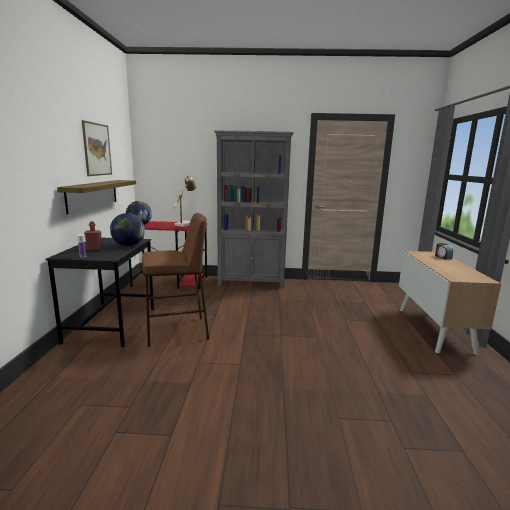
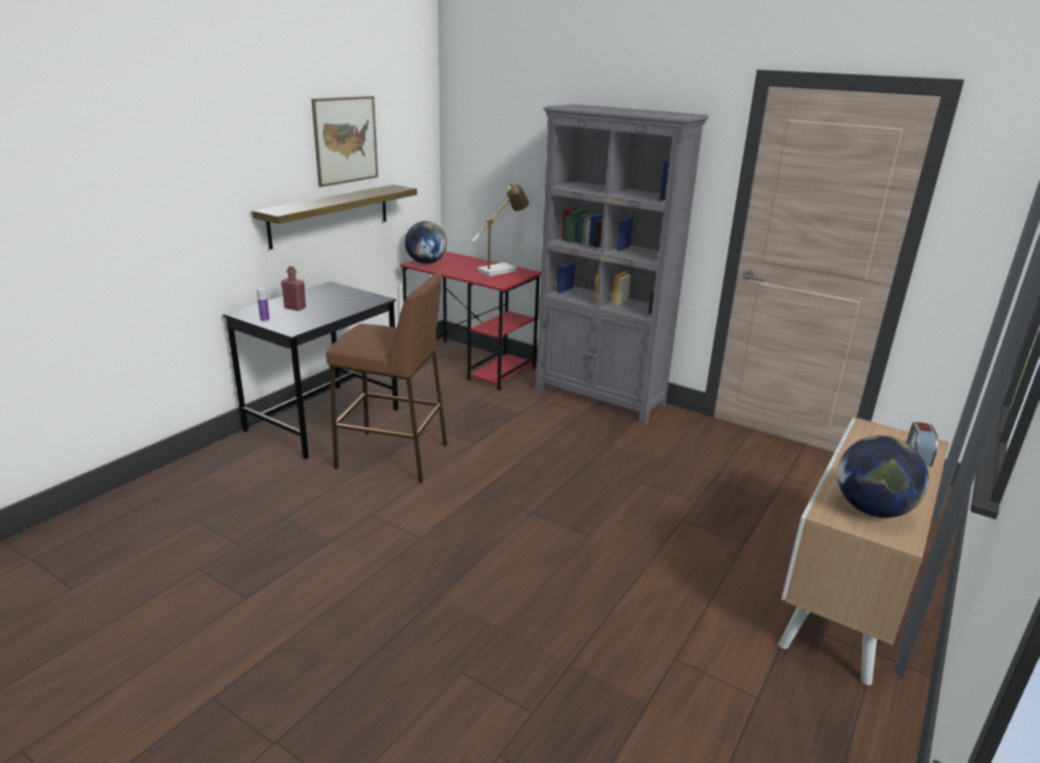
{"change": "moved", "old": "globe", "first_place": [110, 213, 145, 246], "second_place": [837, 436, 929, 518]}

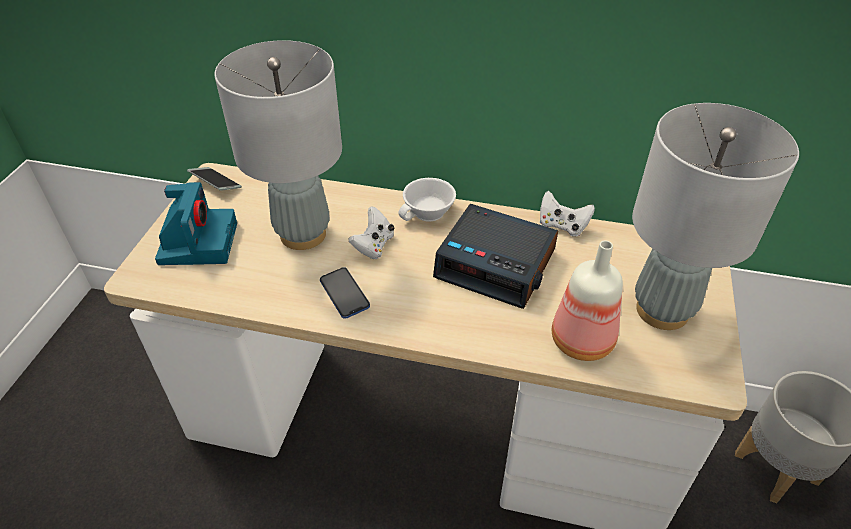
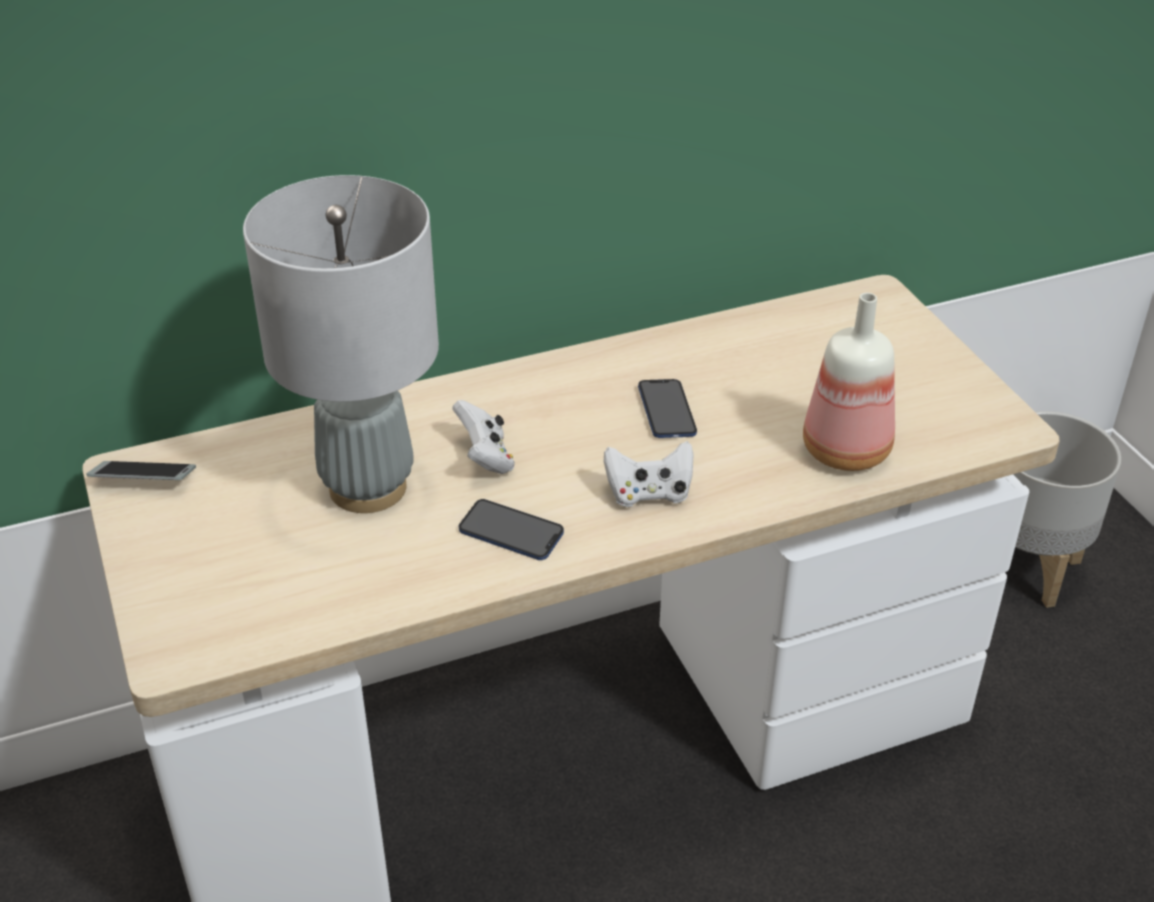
{"change": "moved", "old": "manette/blanc", "first_place": [540, 191, 595, 237], "second_place": [604, 441, 694, 507]}
{"change": "replaced", "old": "réveil", "new": "téléphone", "first_place": [433, 204, 558, 309], "second_place": [638, 379, 697, 438]}
{"change": "removed", "old": "appareil photo", "first_place": [155, 182, 237, 265]}
{"change": "removed", "old": "tasse/blanc", "first_place": [398, 178, 456, 221]}
{"change": "removed", "old": "lampe de table/gris", "first_place": [632, 103, 799, 330]}

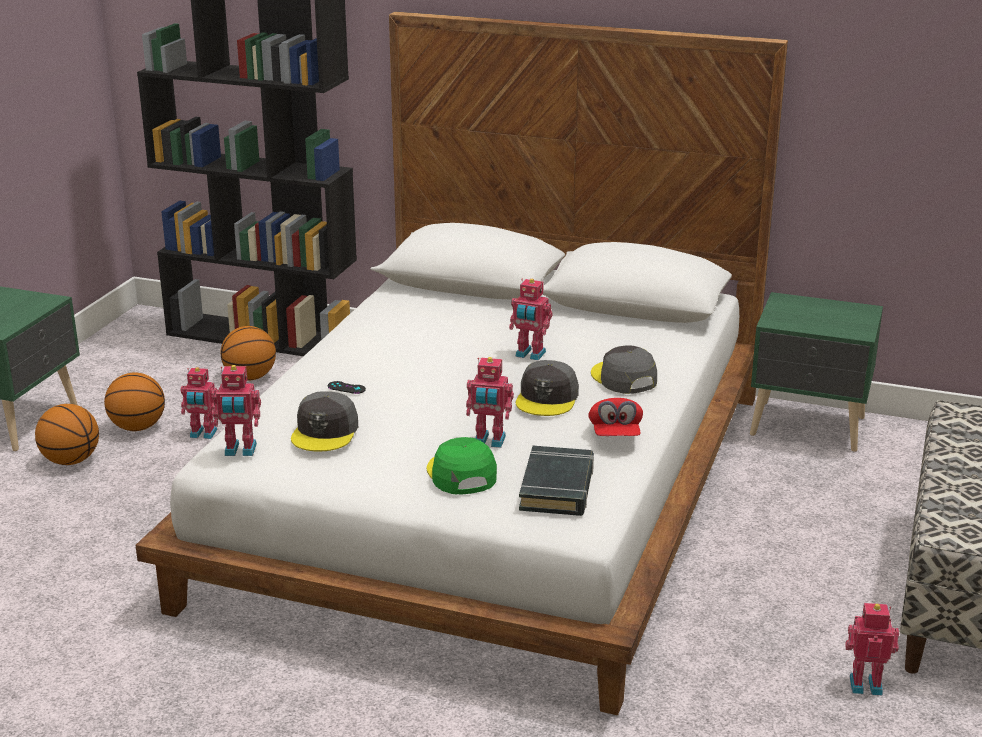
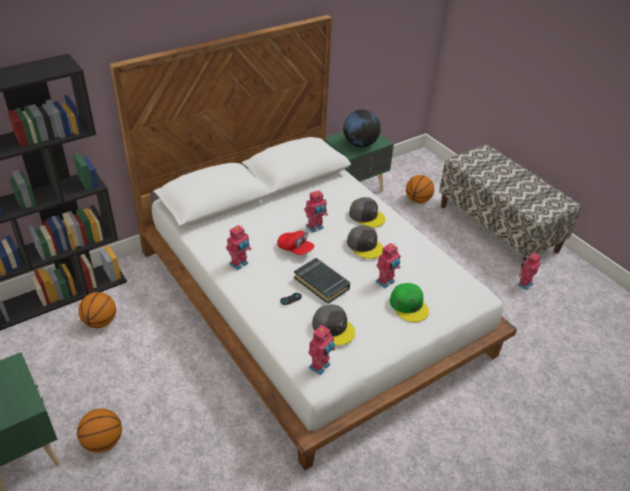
{"change": "moved", "old": "robot jouet", "first_place": [181, 367, 217, 439], "second_place": [226, 225, 251, 270]}
{"change": "moved", "old": "casquette/rouge", "first_place": [588, 398, 643, 436], "second_place": [277, 231, 314, 255]}
{"change": "moved", "old": "livre/noir", "first_place": [519, 446, 594, 516], "second_place": [294, 258, 350, 304]}
{"change": "added", "new": "globe", "second_place": [343, 109, 381, 147]}
{"change": "turned", "old": "casquette/gris", "first_place": [591, 346, 657, 394], "second_place": [349, 197, 386, 228], "degrees": -150}
{"change": "turned", "old": "casquette/vert", "first_place": [427, 437, 497, 494], "second_place": [390, 283, 429, 322], "degrees": -135}
{"change": "moved", "old": "ballon de basket", "first_place": [104, 373, 165, 431], "second_place": [406, 175, 434, 203]}

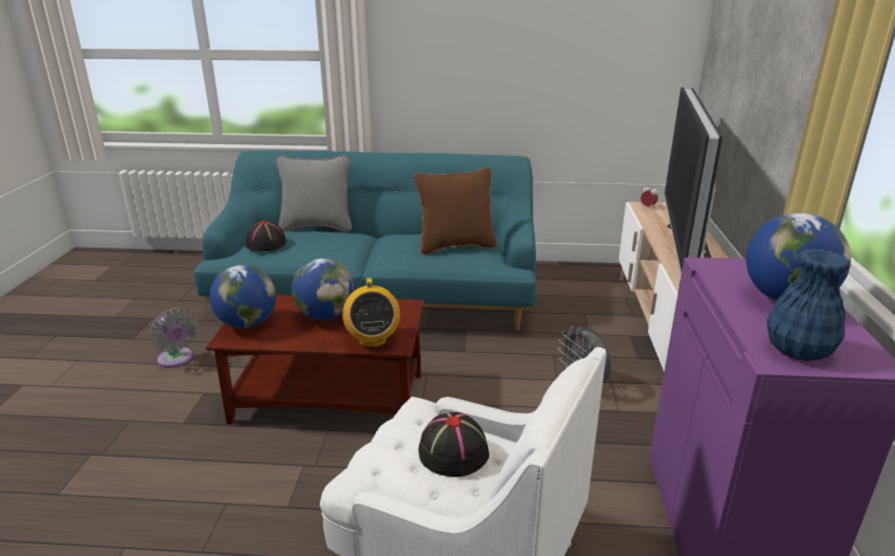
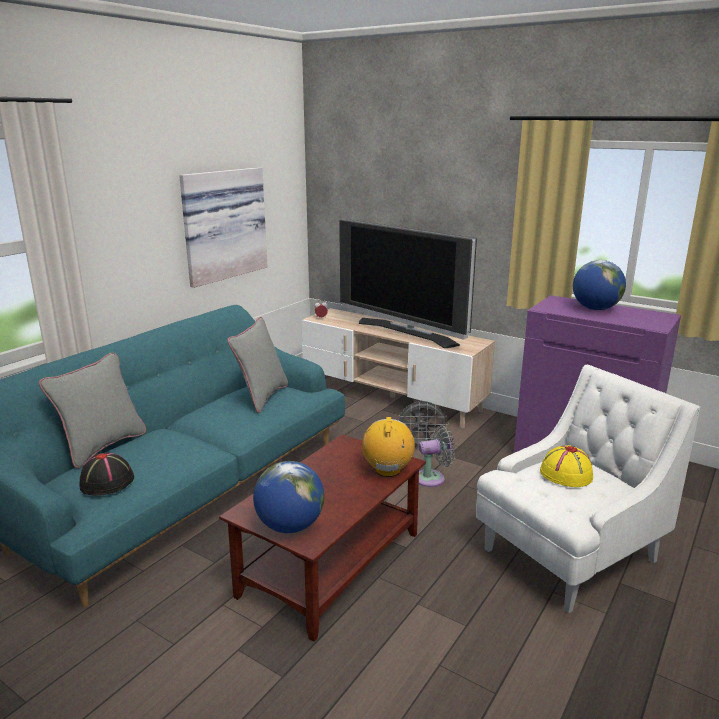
{"change": "added", "new": "tableau", "second_place": [179, 167, 267, 288]}
{"change": "recoloured", "old": "coussin/marron", "new": "coussin/gris", "first_place": [413, 168, 497, 255], "second_place": [227, 317, 288, 413]}
{"change": "turned", "old": "radio", "first_place": [342, 278, 400, 348], "second_place": [362, 417, 415, 477], "degrees": -105}
{"change": "moved", "old": "ventilateur/gris", "first_place": [150, 308, 198, 368], "second_place": [418, 425, 455, 487]}
{"change": "recoloured", "old": "chapeau/noir", "new": "chapeau/jaune", "first_place": [418, 412, 489, 477], "second_place": [540, 445, 593, 487]}
{"change": "removed", "old": "globe", "first_place": [291, 258, 355, 320]}
{"change": "removed", "old": "vase/bleu", "first_place": [767, 249, 850, 361]}

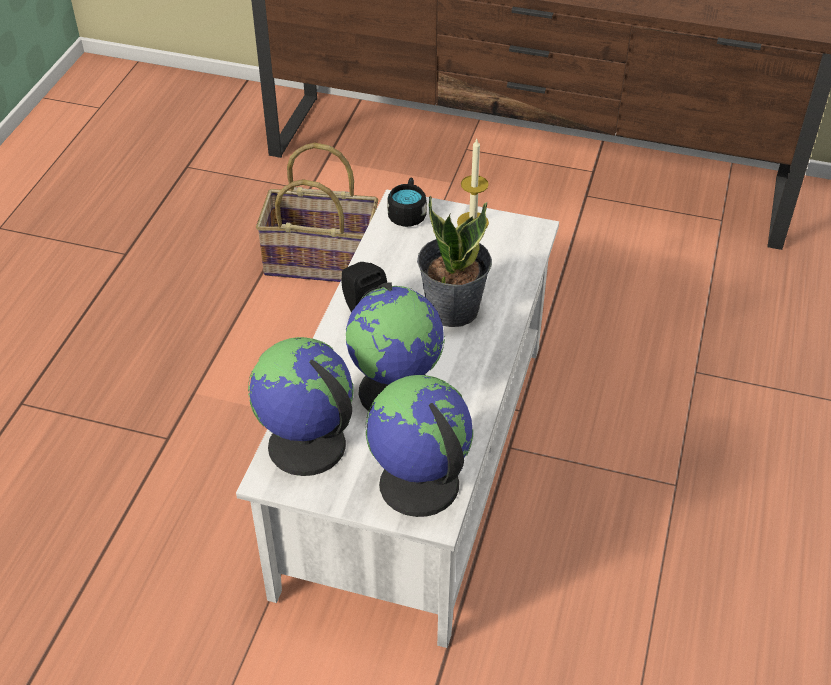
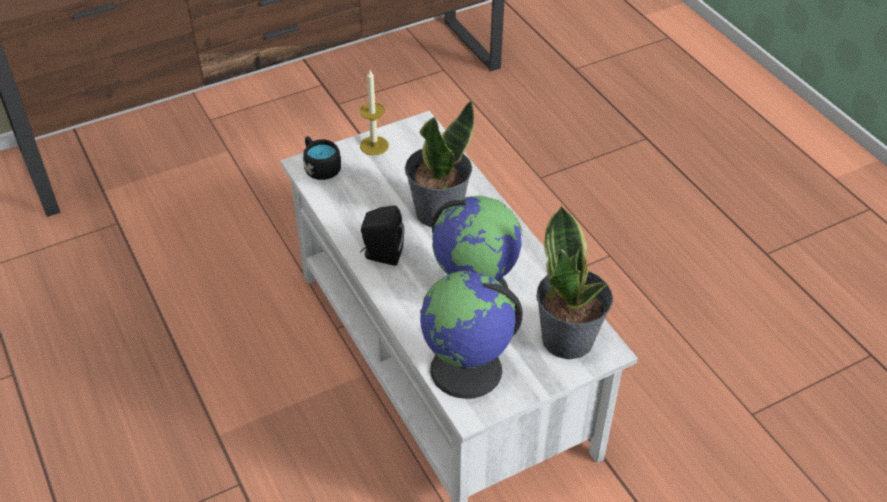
{"change": "replaced", "old": "globe", "new": "plante en pot", "first_place": [365, 375, 473, 517], "second_place": [536, 205, 613, 360]}
{"change": "removed", "old": "panier", "first_place": [256, 143, 378, 282]}

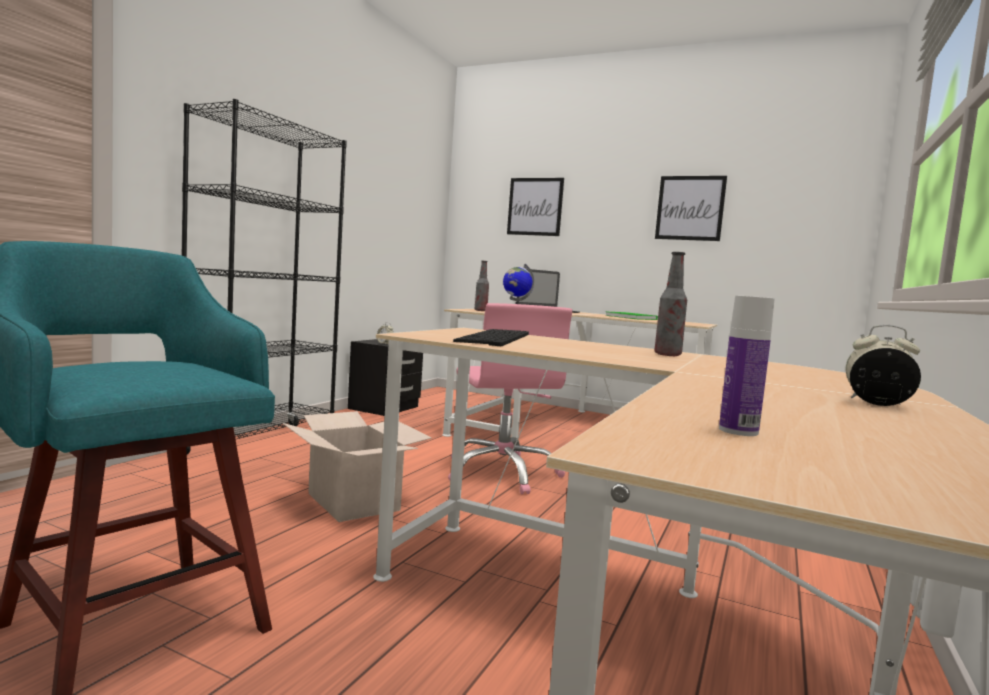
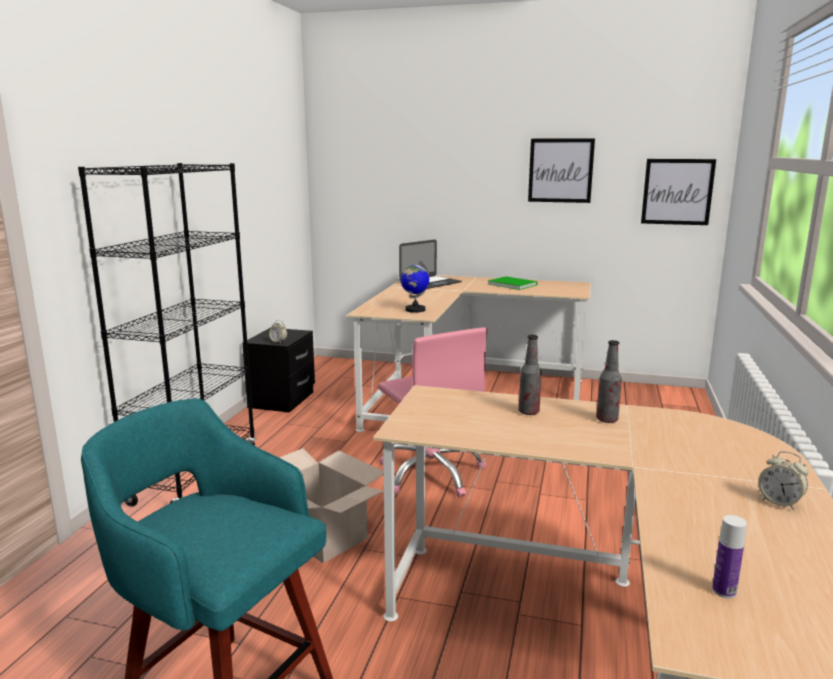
{"change": "moved", "old": "bouteille", "first_place": [475, 261, 489, 311], "second_place": [519, 335, 542, 415]}
{"change": "moved", "old": "tableau", "first_place": [507, 178, 564, 236], "second_place": [641, 159, 716, 225]}
{"change": "turned", "old": "réveil", "first_place": [845, 325, 921, 406], "second_place": [758, 451, 809, 510], "degrees": -150}
{"change": "removed", "old": "clavier", "first_place": [453, 329, 529, 346]}

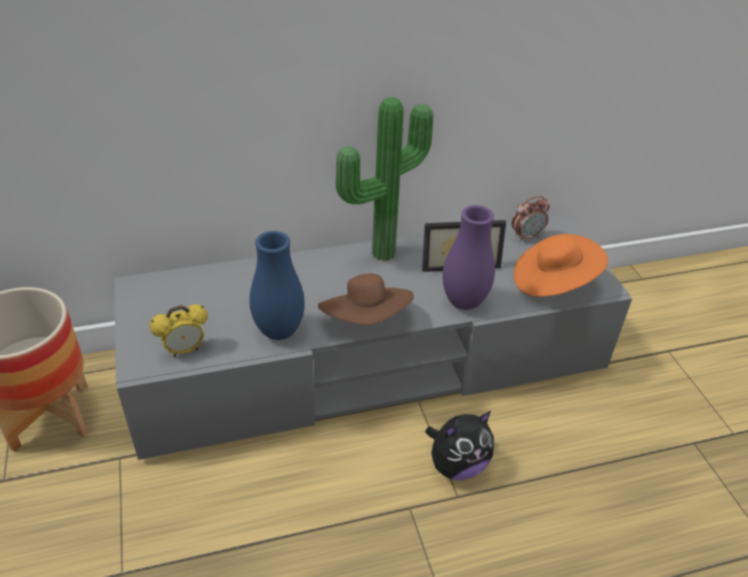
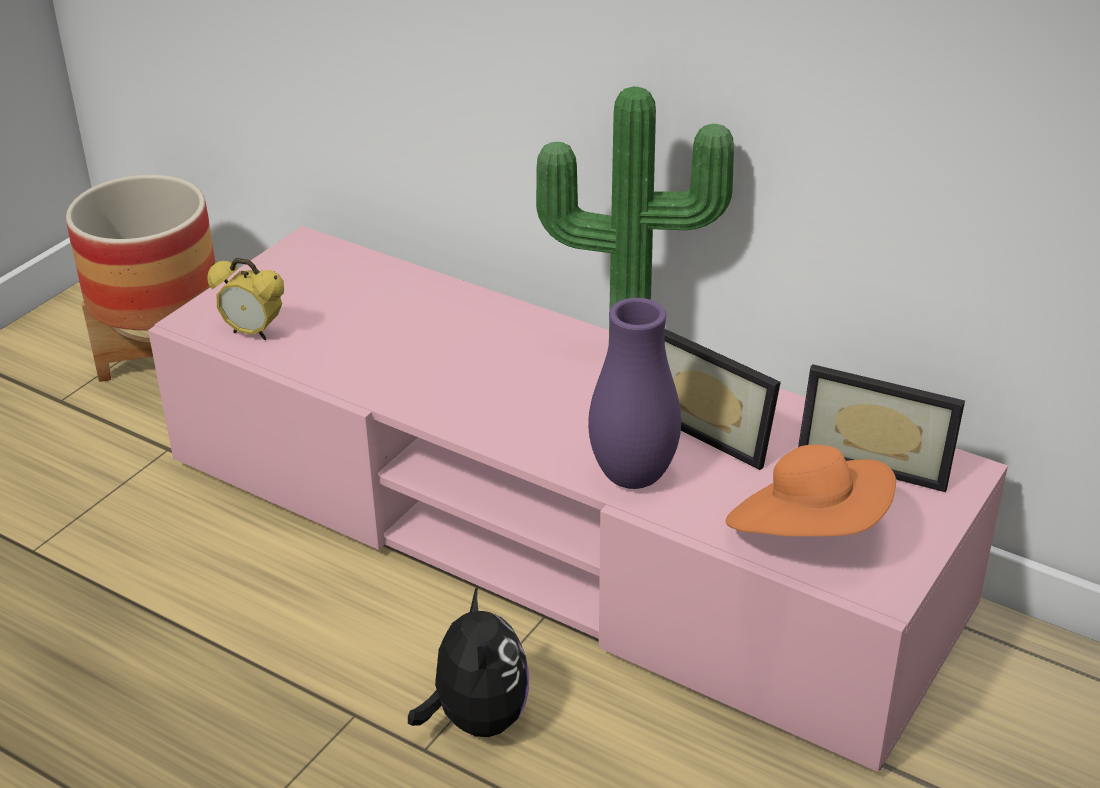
{"change": "recoloured", "old": "meuble télé/gris", "new": "meuble télé/rose", "first_place": [114, 214, 632, 460], "second_place": [148, 226, 1008, 772]}
{"change": "turned", "old": "peluche", "first_place": [425, 411, 494, 480], "second_place": [408, 585, 529, 737], "degrees": -120}
{"change": "replaced", "old": "réveil", "new": "cadre photo", "first_place": [512, 196, 550, 242], "second_place": [798, 364, 965, 492]}
{"change": "removed", "old": "vase/bleu", "first_place": [250, 231, 305, 340]}
{"change": "removed", "old": "chapeau/marron", "first_place": [318, 273, 414, 325]}

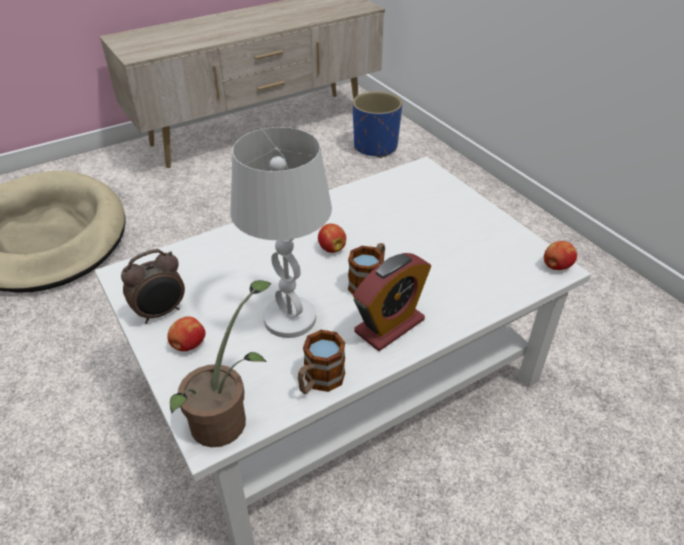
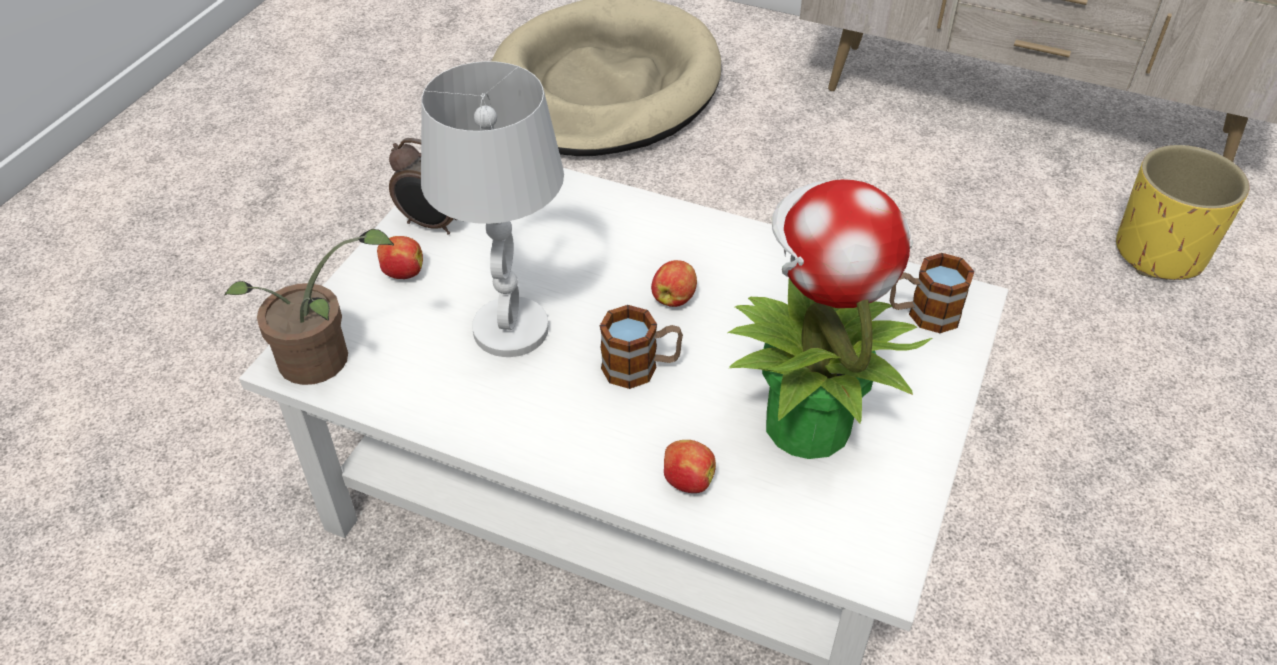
{"change": "moved", "old": "pomme", "first_place": [544, 241, 577, 270], "second_place": [664, 440, 716, 493]}
{"change": "added", "new": "plante en pot", "second_place": [727, 179, 932, 459]}
{"change": "moved", "old": "mug", "first_place": [298, 330, 345, 394], "second_place": [890, 253, 975, 333]}
{"change": "recoloured", "old": "cache-pot/bleu", "new": "cache-pot/jaune", "first_place": [353, 91, 402, 158], "second_place": [1116, 145, 1250, 280]}
{"change": "removed", "old": "réveil", "first_place": [353, 253, 431, 351]}

